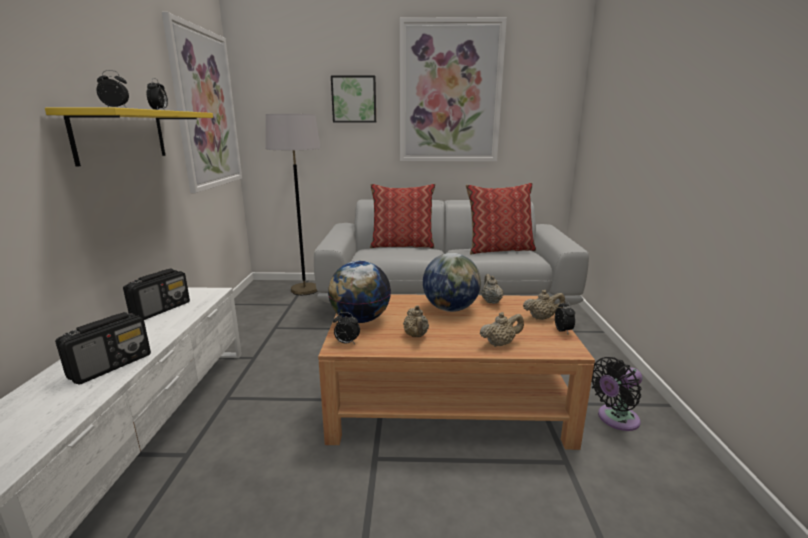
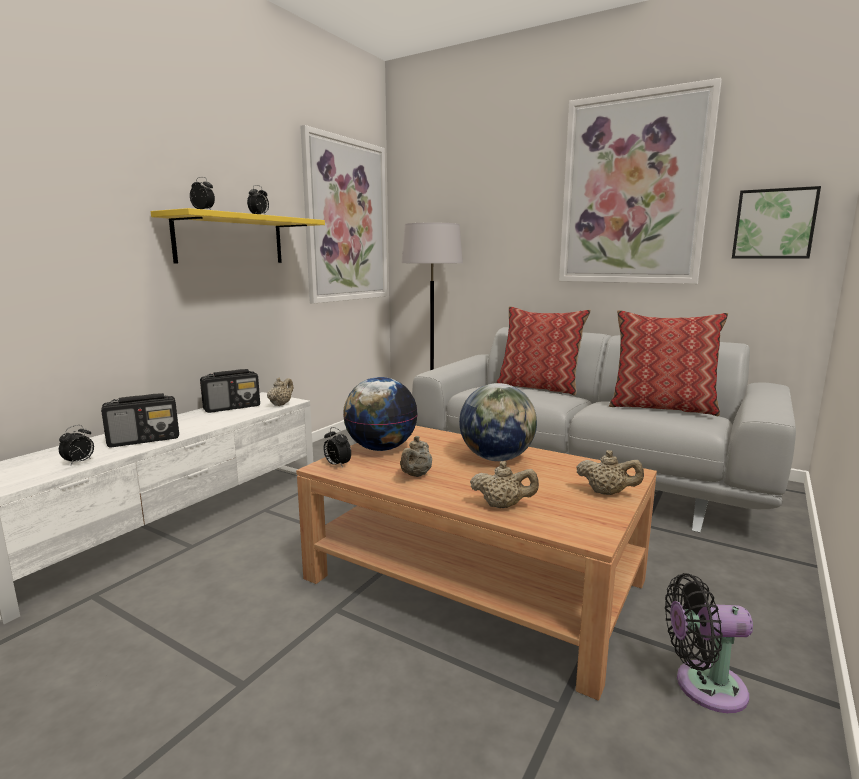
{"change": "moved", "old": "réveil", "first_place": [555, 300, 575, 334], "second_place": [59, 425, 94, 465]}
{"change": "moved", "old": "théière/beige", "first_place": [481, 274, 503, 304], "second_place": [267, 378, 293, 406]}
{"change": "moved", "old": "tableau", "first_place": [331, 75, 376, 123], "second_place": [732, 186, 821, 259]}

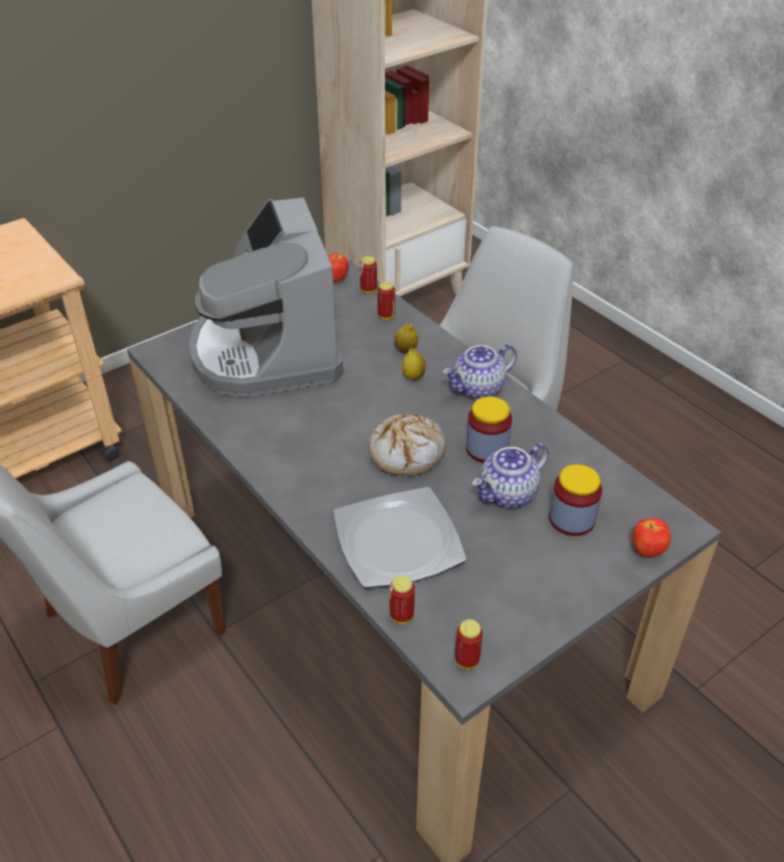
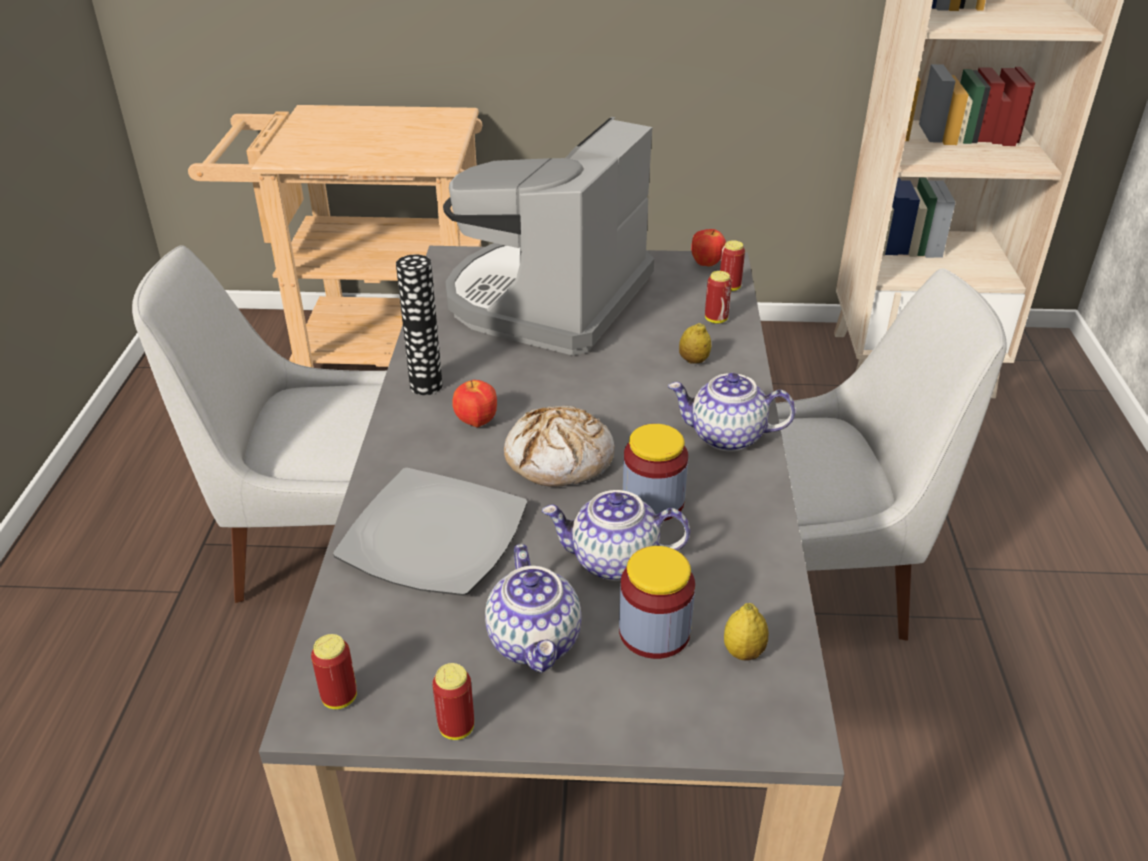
{"change": "added", "new": "vase", "second_place": [396, 254, 442, 395]}
{"change": "moved", "old": "boîte métallique", "first_place": [390, 575, 415, 624], "second_place": [432, 663, 474, 740]}
{"change": "moved", "old": "pomme", "first_place": [632, 518, 671, 557], "second_place": [452, 380, 497, 428]}
{"change": "added", "new": "théière", "second_place": [485, 544, 581, 673]}
{"change": "moved", "old": "citron", "first_place": [402, 348, 426, 380], "second_place": [724, 603, 769, 660]}

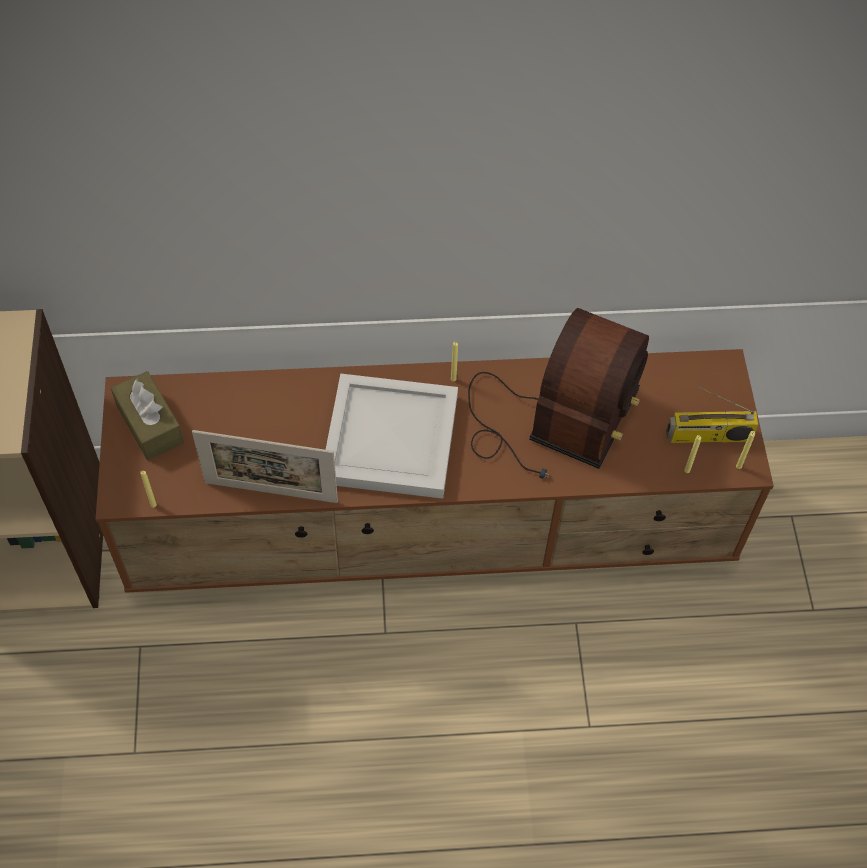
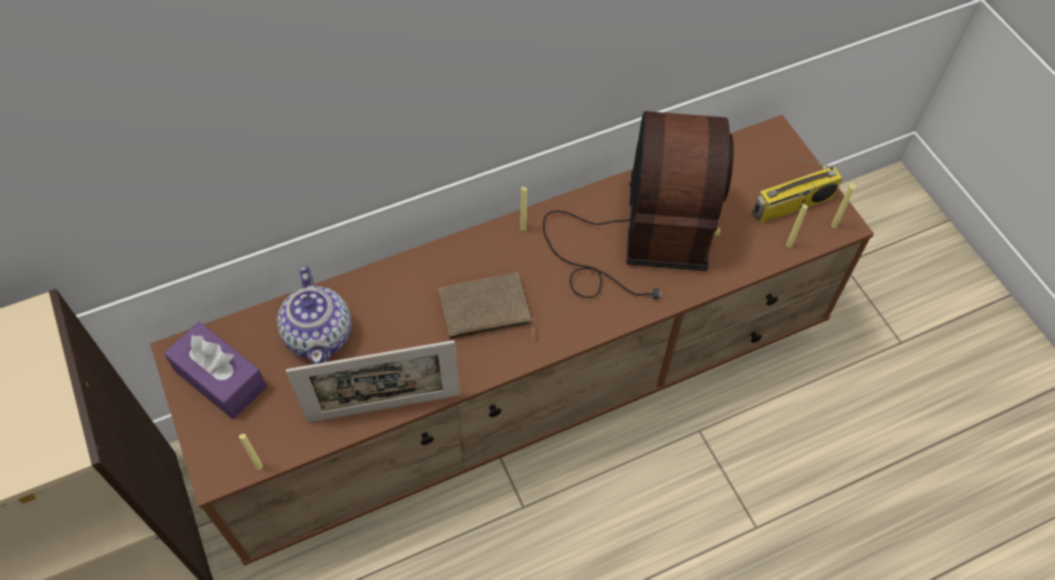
{"change": "recoloured", "old": "boîte à mouchoirs/marron", "new": "boîte à mouchoirs/violet", "first_place": [111, 371, 184, 460], "second_place": [164, 322, 267, 419]}
{"change": "added", "new": "théière", "second_place": [277, 266, 351, 364]}
{"change": "replaced", "old": "plateau/blanc", "new": "livre/marron", "first_place": [326, 373, 458, 499], "second_place": [438, 272, 535, 339]}

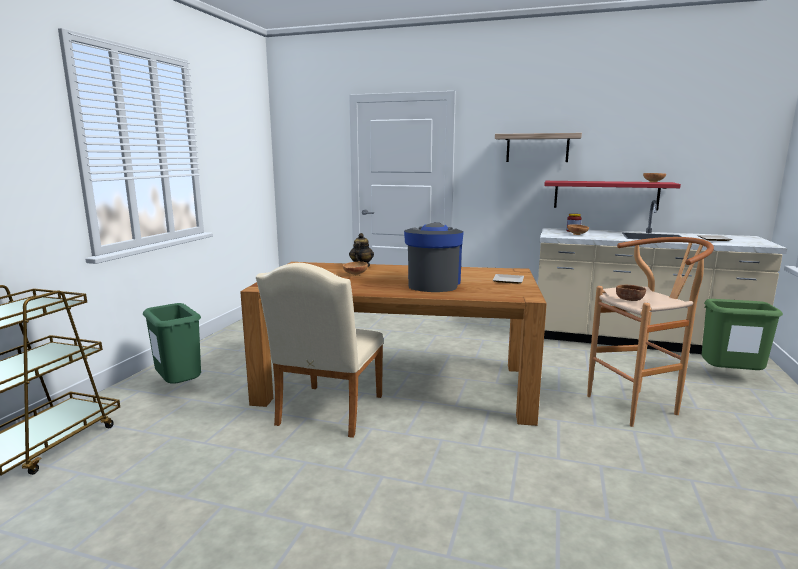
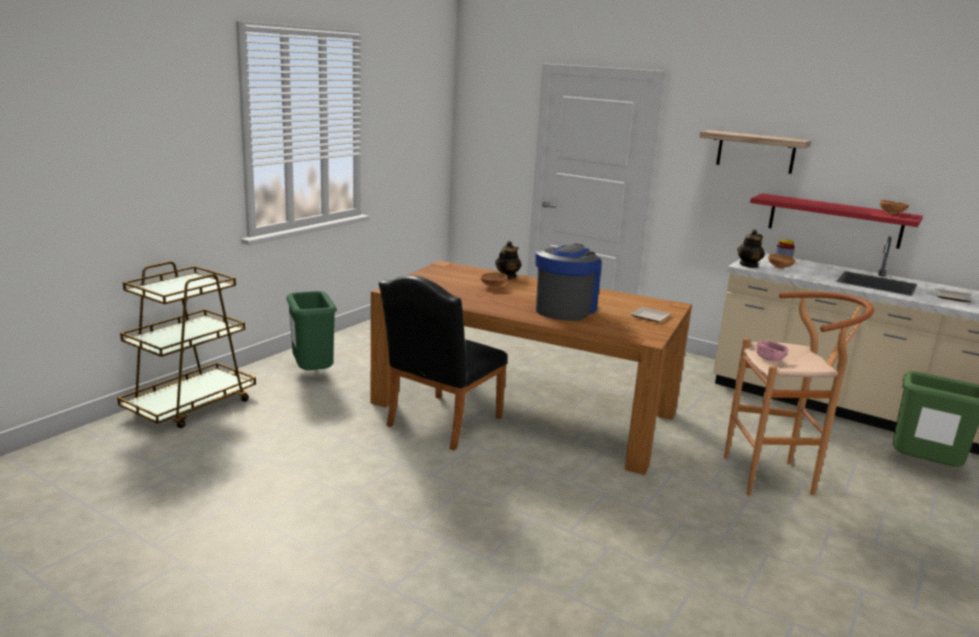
{"change": "recoloured", "old": "chaise/beige", "new": "chaise/noir", "first_place": [256, 263, 384, 438], "second_place": [379, 275, 508, 450]}
{"change": "added", "new": "théière", "second_place": [738, 229, 765, 268]}
{"change": "recoloured", "old": "bol/marron", "new": "bol/rose", "first_place": [616, 285, 646, 301], "second_place": [756, 341, 789, 361]}

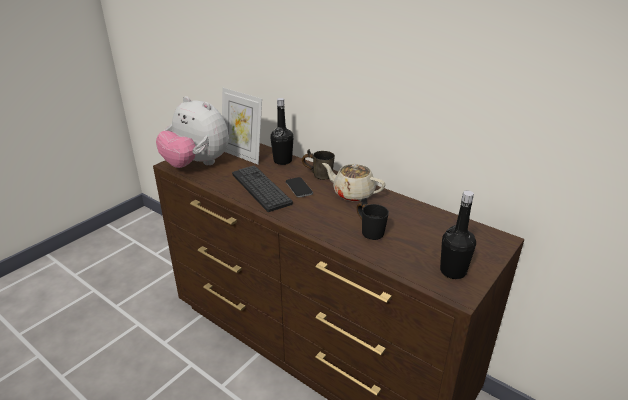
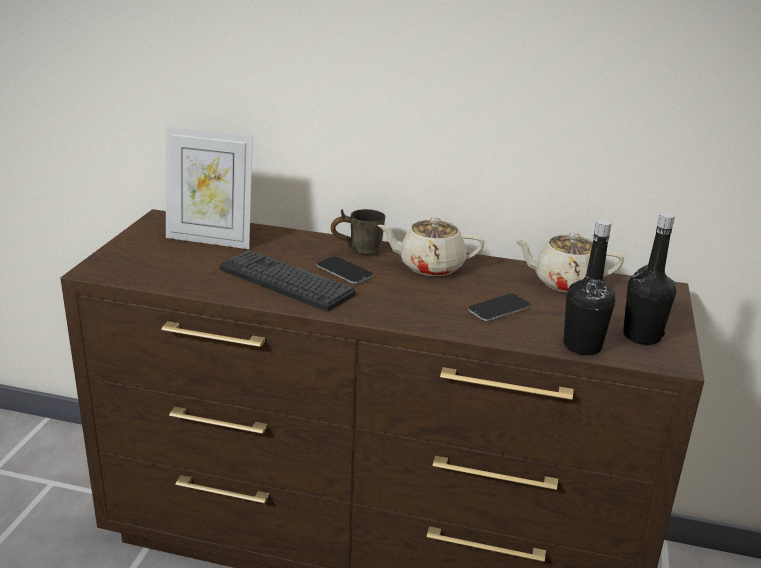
{"change": "replaced", "old": "mug/noir", "new": "téléphone", "first_place": [357, 198, 389, 240], "second_place": [468, 294, 531, 321]}
{"change": "added", "new": "théière/beige", "second_place": [514, 233, 624, 293]}
{"change": "moved", "old": "bouteille/noir", "first_place": [270, 98, 294, 165], "second_place": [564, 219, 615, 355]}
{"change": "removed", "old": "peluche", "first_place": [156, 96, 229, 168]}

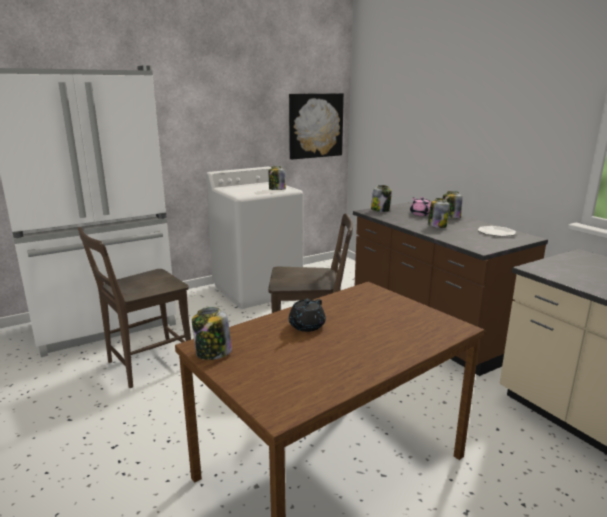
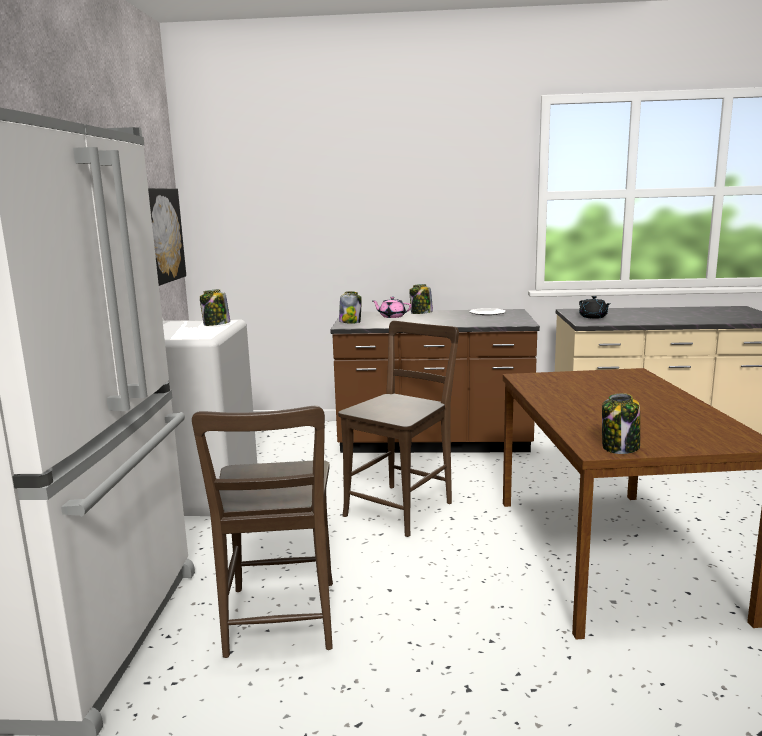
{"change": "moved", "old": "théière/noir", "first_place": [289, 299, 326, 332], "second_place": [579, 296, 611, 319]}
{"change": "removed", "old": "bocal", "first_place": [428, 198, 450, 228]}

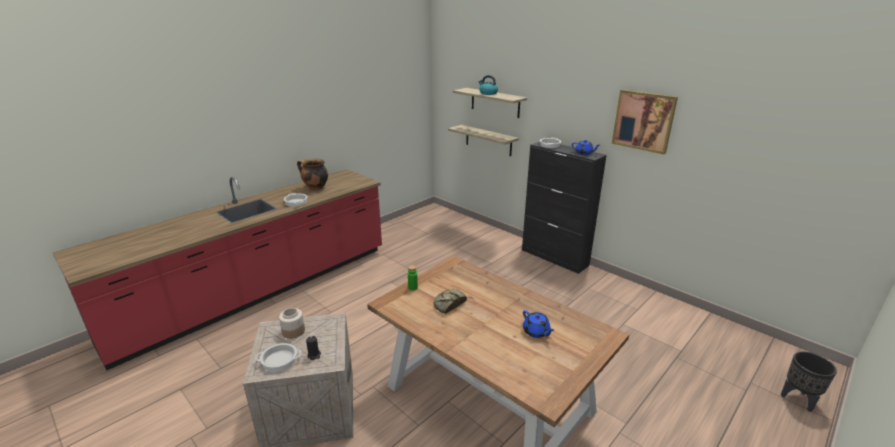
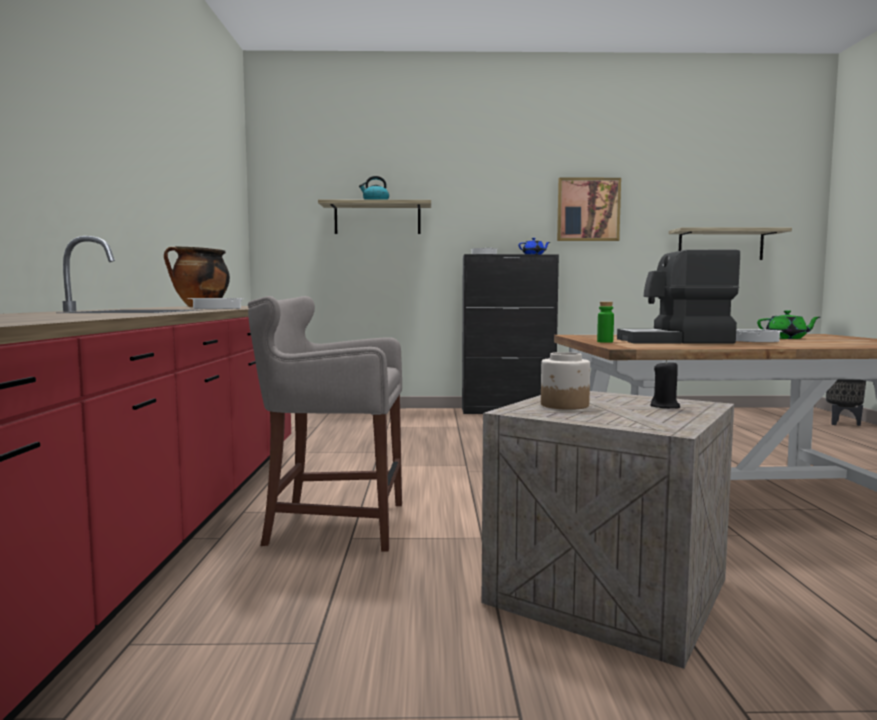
{"change": "added", "new": "tabouret/gris", "second_place": [248, 296, 402, 551]}
{"change": "replaced", "old": "pain", "new": "machine à café", "first_place": [434, 289, 467, 314], "second_place": [617, 250, 740, 343]}
{"change": "moved", "old": "étagère", "first_place": [448, 125, 519, 156], "second_place": [669, 227, 792, 260]}
{"change": "moved", "old": "marmite", "first_place": [255, 343, 302, 372], "second_place": [736, 329, 782, 342]}
{"change": "recoloured", "old": "théière/bleu", "new": "théière/vert", "first_place": [523, 310, 554, 338], "second_place": [757, 310, 820, 339]}

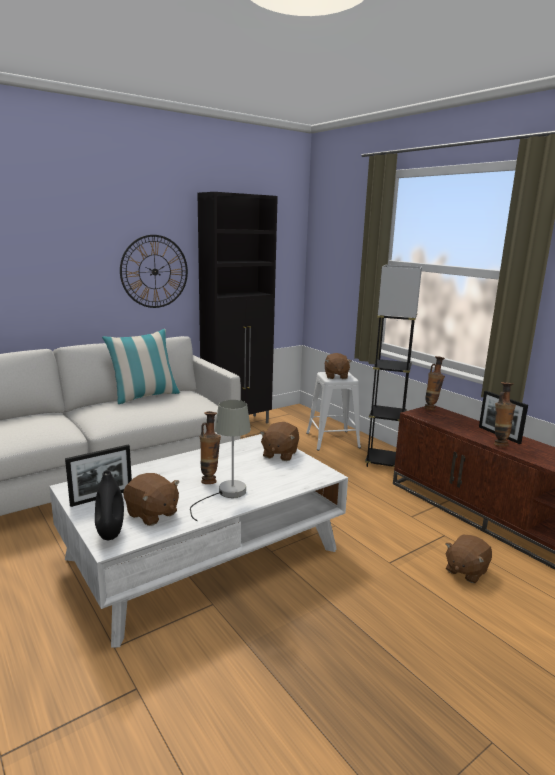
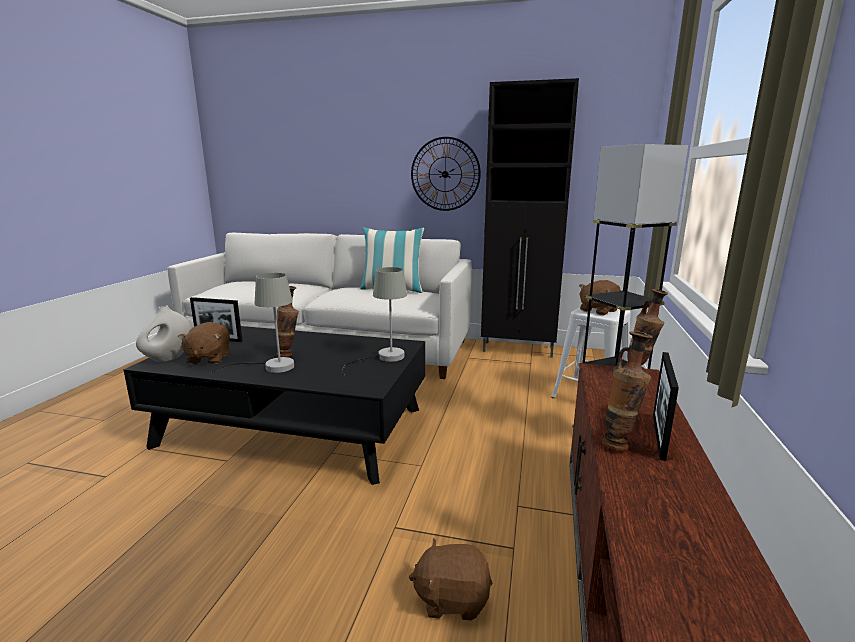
{"change": "recoloured", "old": "table basse/blanc", "new": "table basse/noir", "first_place": [49, 434, 348, 648], "second_place": [124, 326, 425, 485]}
{"change": "recoloured", "old": "vase/noir", "new": "vase/blanc", "first_place": [95, 470, 124, 540], "second_place": [136, 305, 192, 362]}
{"change": "replaced", "old": "peluche/marron", "new": "lampe de table/gris", "first_place": [260, 422, 299, 461], "second_place": [342, 267, 407, 375]}

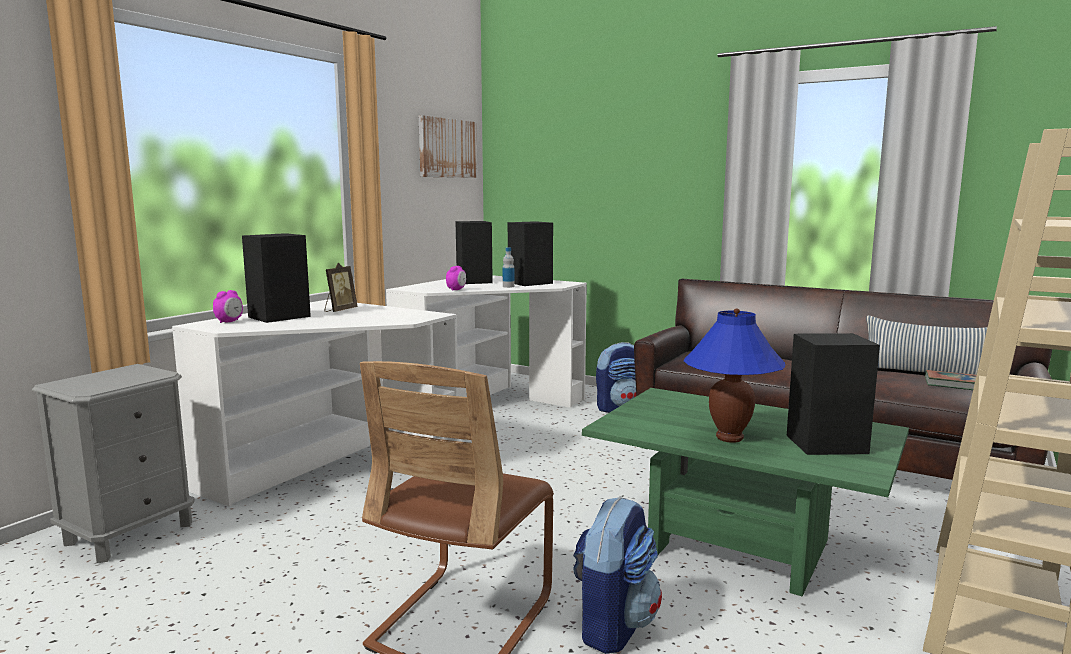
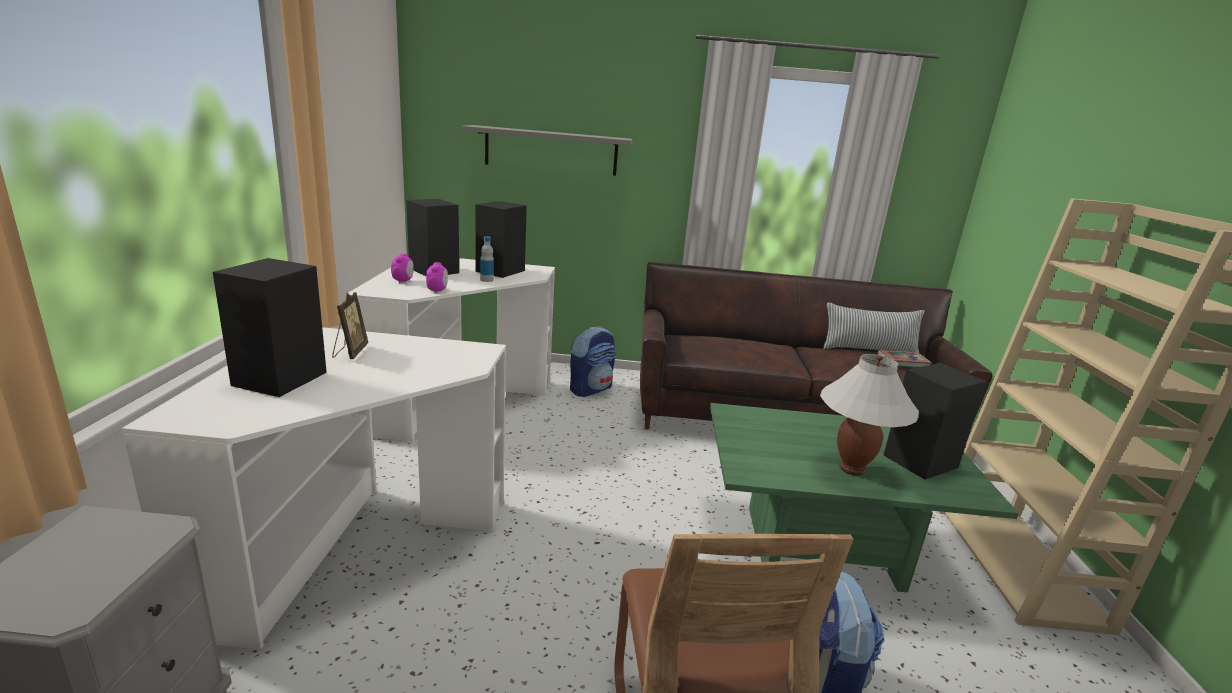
{"change": "moved", "old": "réveil", "first_place": [213, 290, 243, 323], "second_place": [391, 254, 414, 283]}
{"change": "added", "new": "étagère/gris", "second_place": [462, 125, 633, 176]}
{"change": "recoloured", "old": "lampe de table/bleu", "new": "lampe de table/blanc", "first_place": [683, 309, 785, 443], "second_place": [820, 354, 919, 476]}
{"change": "removed", "old": "tableau", "first_place": [419, 115, 477, 178]}

